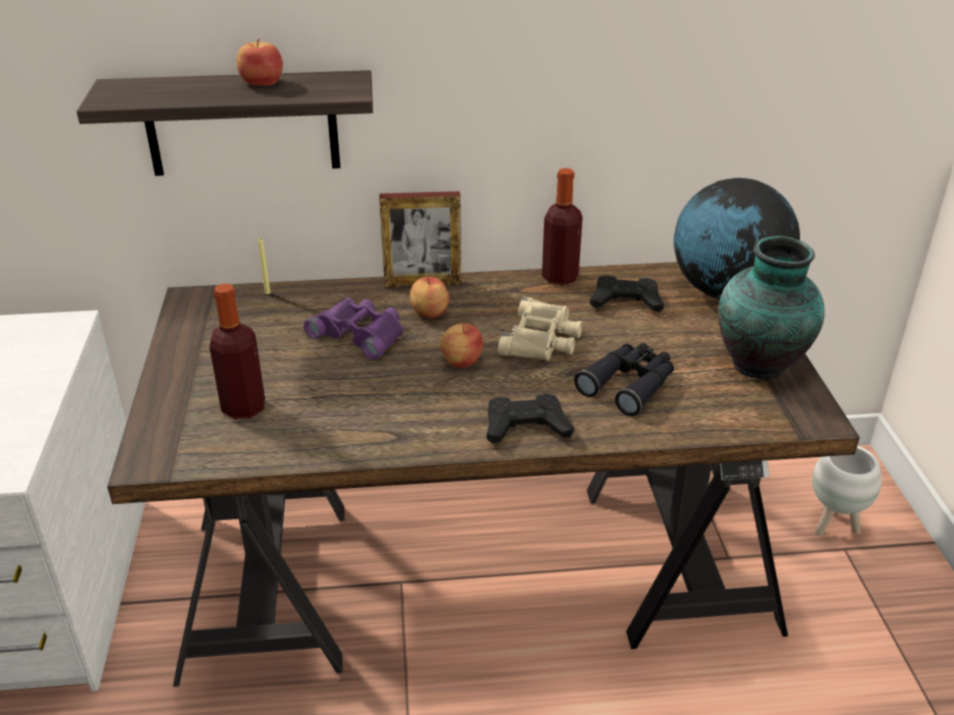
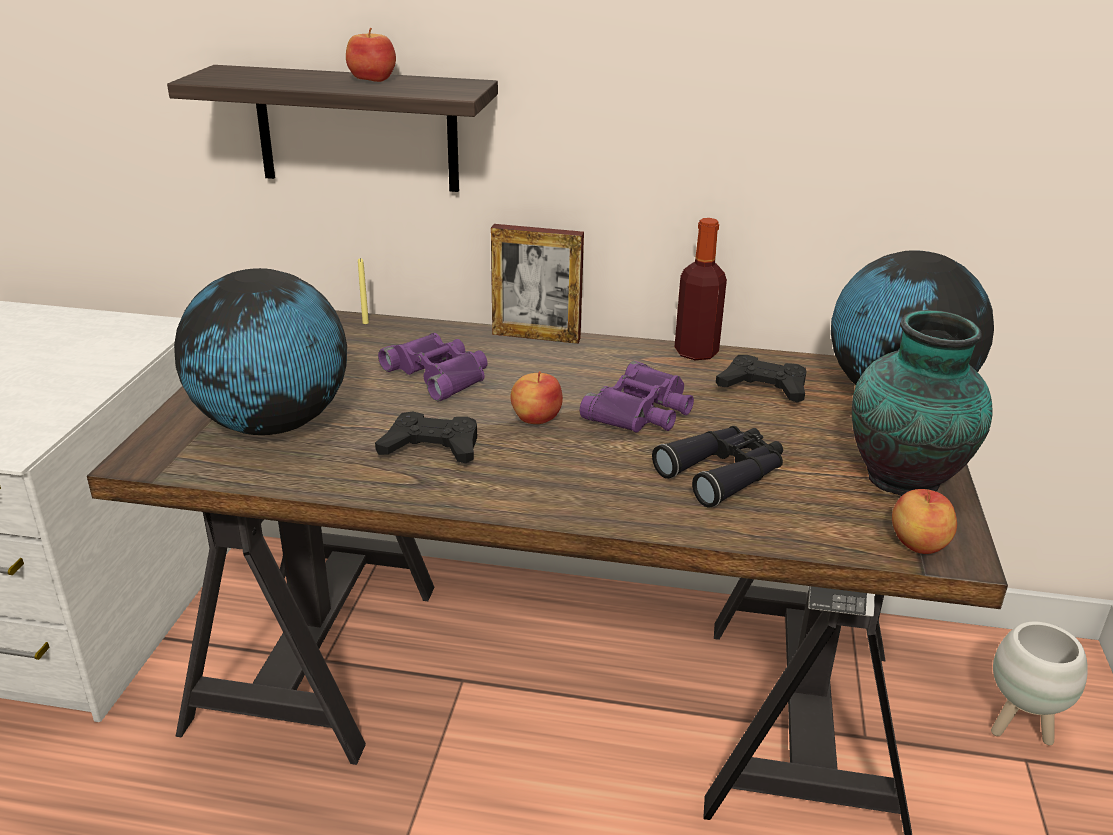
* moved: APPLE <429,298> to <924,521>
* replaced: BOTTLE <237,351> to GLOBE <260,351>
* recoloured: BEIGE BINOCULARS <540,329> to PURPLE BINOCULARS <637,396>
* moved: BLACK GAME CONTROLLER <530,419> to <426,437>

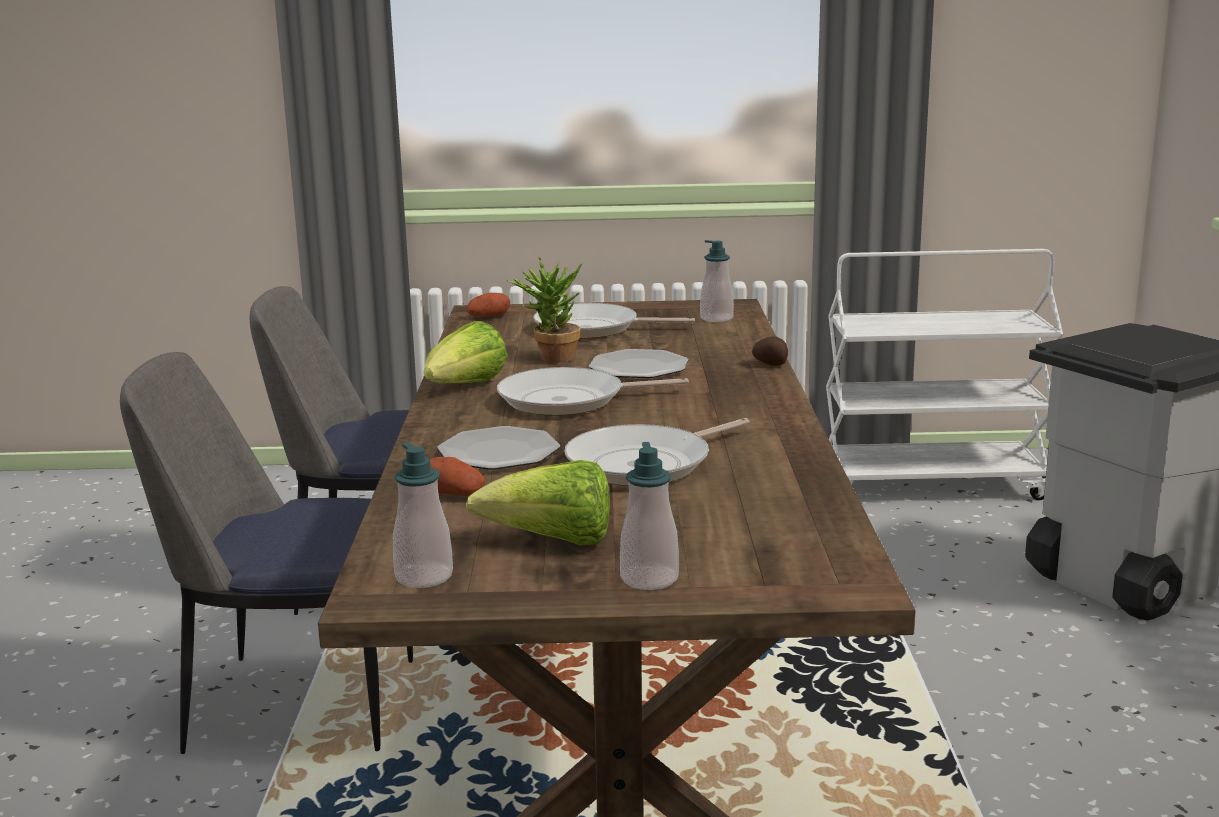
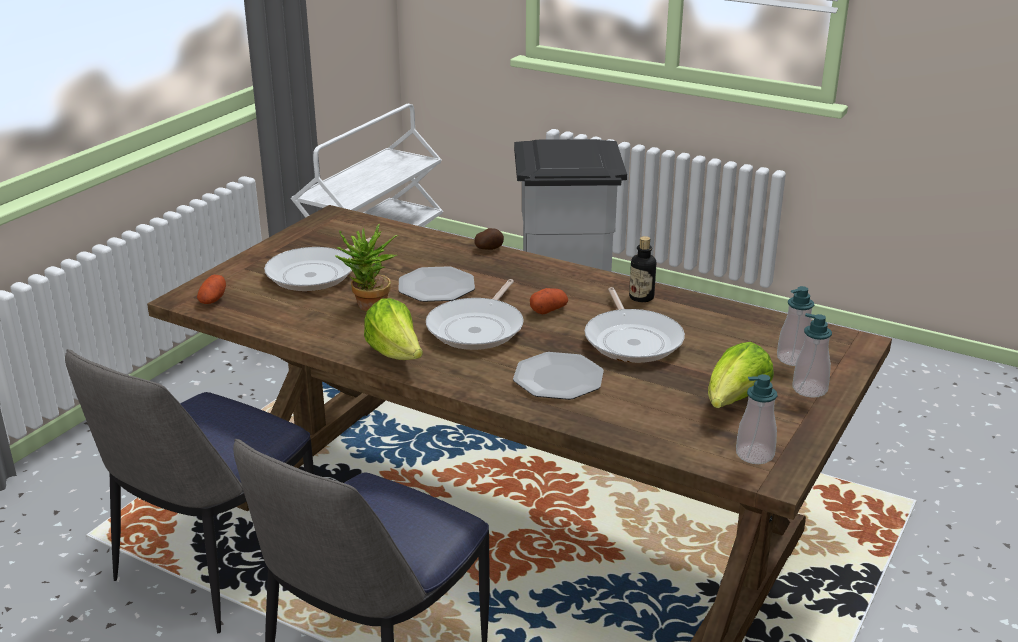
* moved: SOAP DISPENSER <717,281> to <795,326>
* moved: POTATO <457,476> to <549,301>
* added: BOTTLE <642,269>

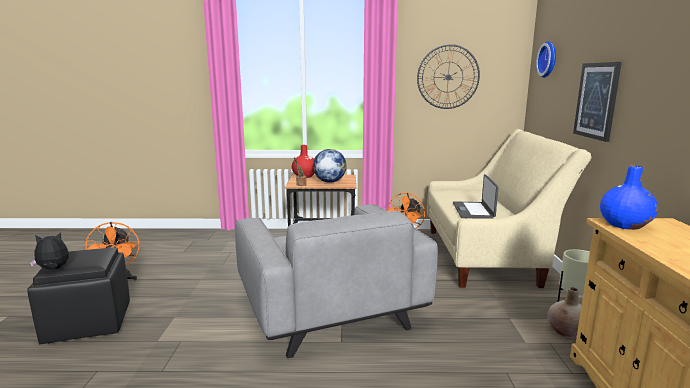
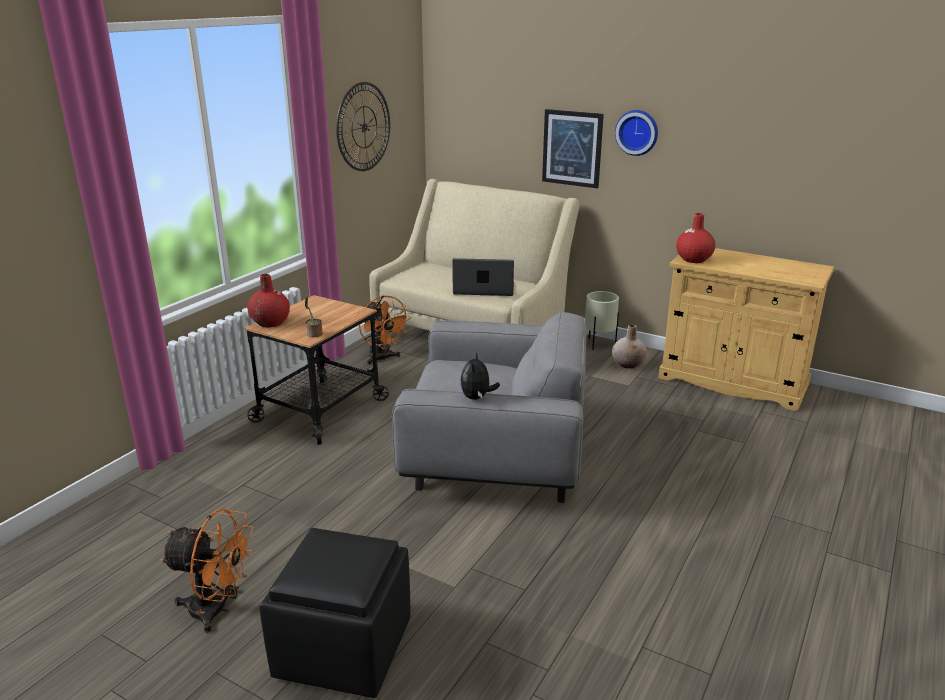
* moved: WALL CLOCK <546,59> to <636,133>
* removed: GLOBE <330,166>
* recoloured: BLUE VASE <629,197> to RED VASE <695,238>
* turned: LAPTOP <476,196> = <483,277> 150 degrees clockwise
* moved: PLUSH TOY <49,251> to <480,376>

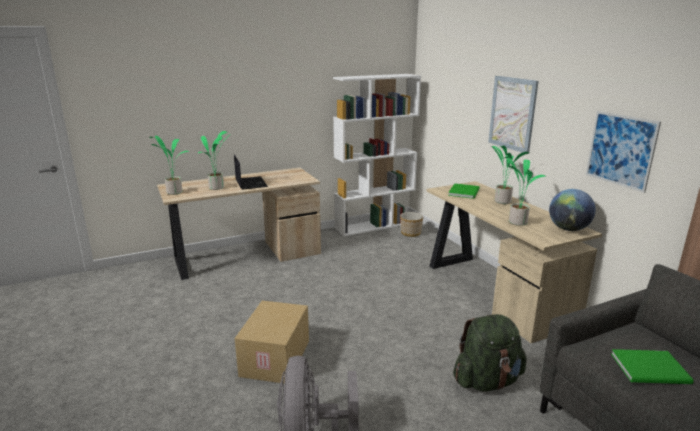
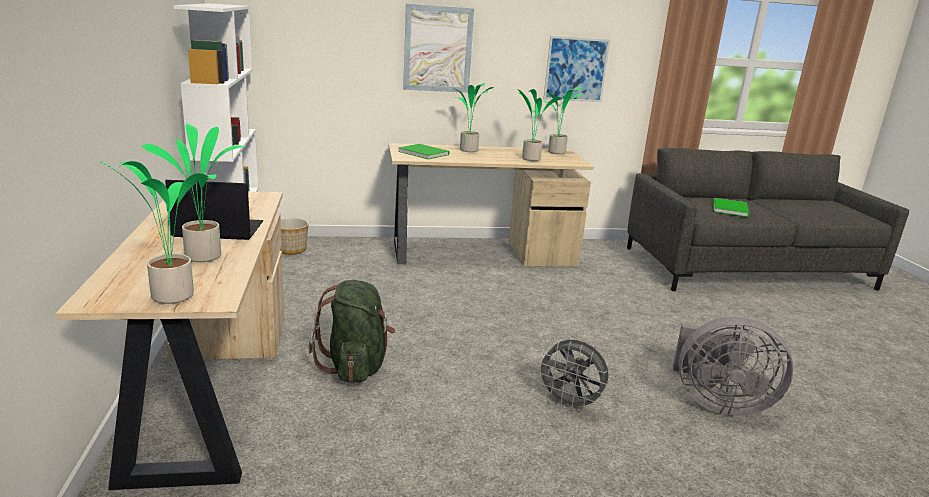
* replaced: GLOBE <572,210> to POTTED PLANT <562,120>
* replaced: CARDBOARD BOX <272,342> to GREY FAN <572,375>
* moved: GREEN BACKPACK <490,352> to <352,331>

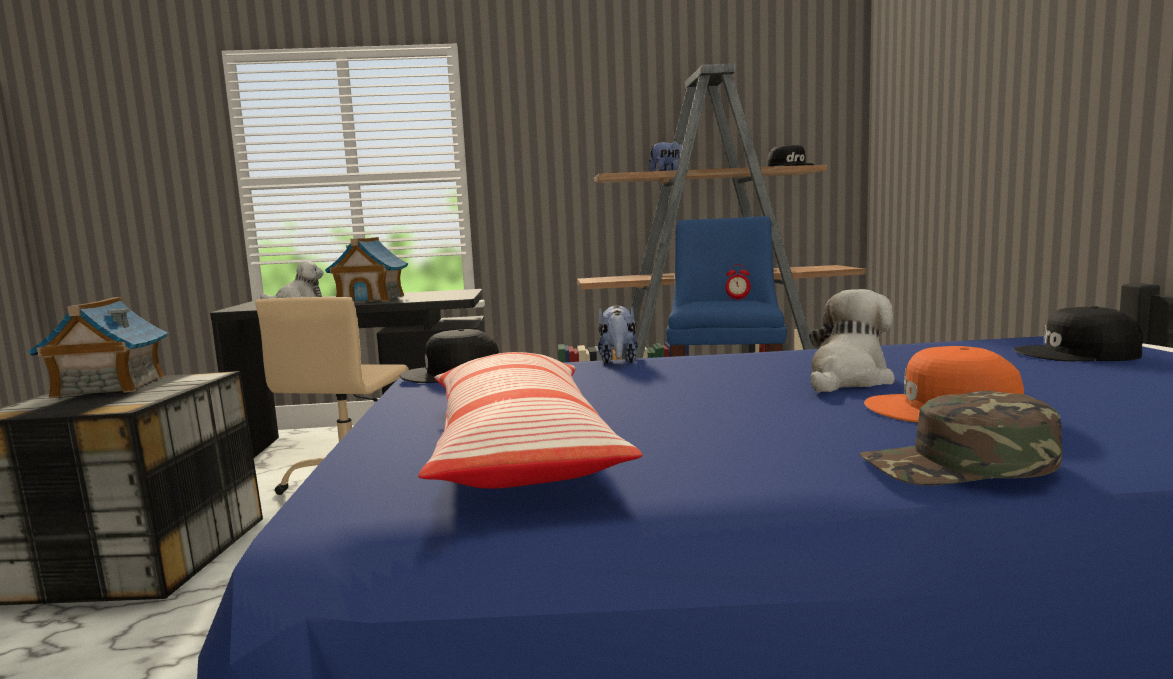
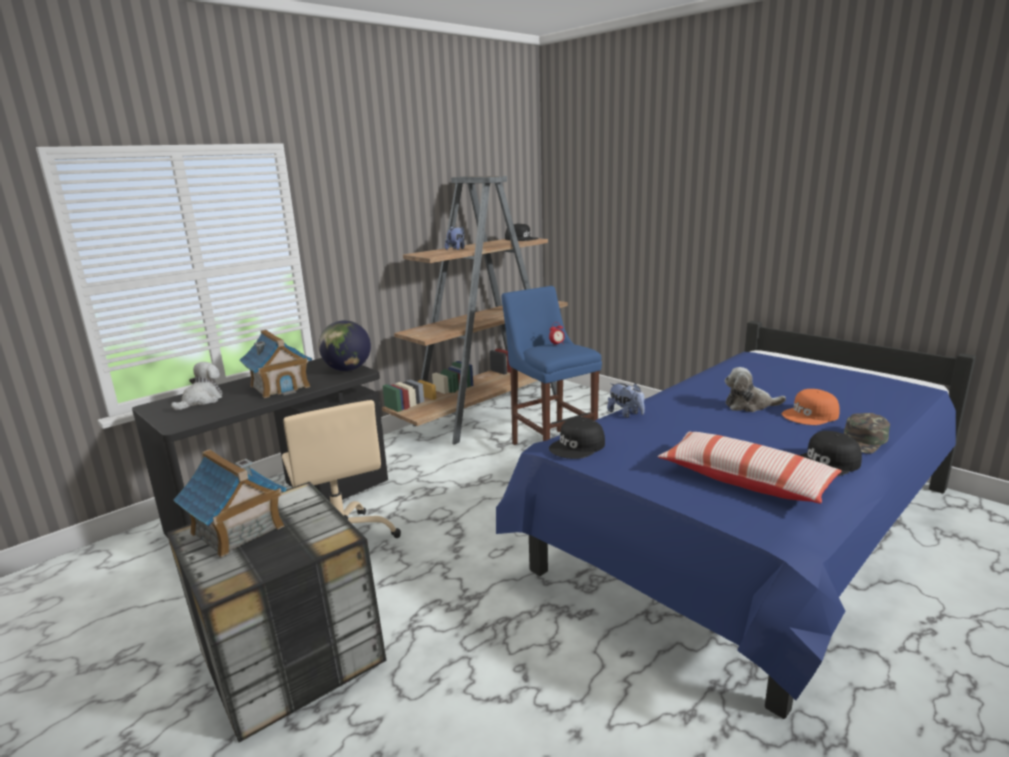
* turned: PLUSH TOY <852,340> = <755,389> 90 degrees counterclockwise
* moved: BLACK CAP <1078,333> to <830,453>
* added: GLOBE <344,345>

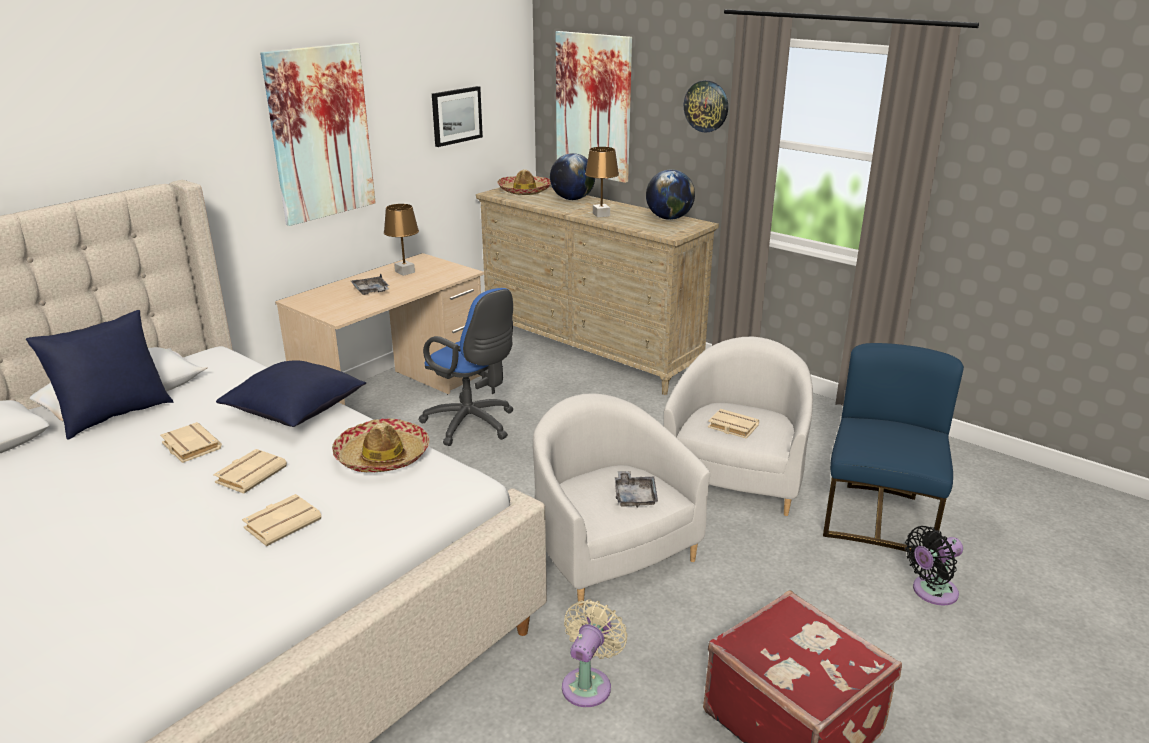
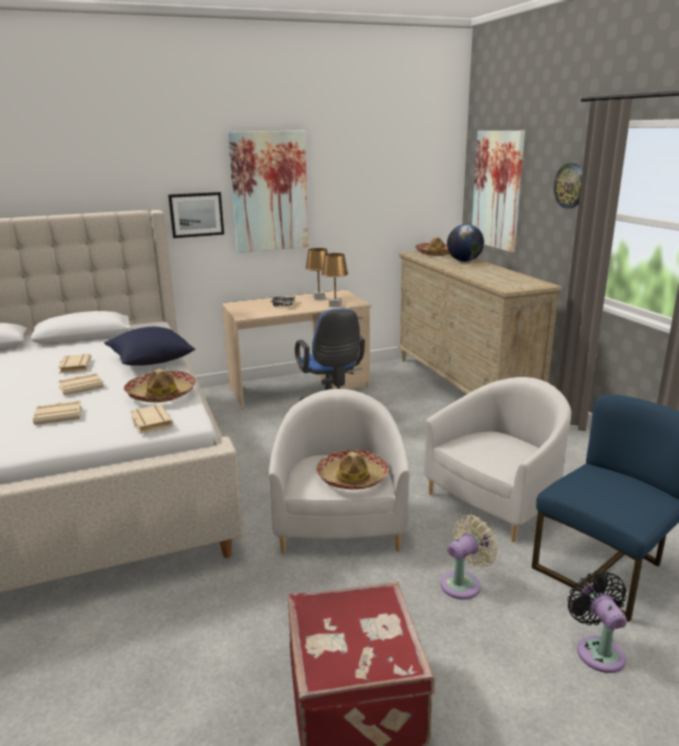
* moved: PICTURE <457,116> to <196,215>
* moved: BROWN TABLE LAMP <602,182> to <335,280>
* removed: GLOBE <670,195>
* removed: BLUE PILLOW <100,374>
* moved: BEIGE BOOK <733,424> to <151,419>
* replaced: GREY TRAY <636,489> to HAT <352,469>
* turned: BLACK FAN <934,565> = <597,622> 75 degrees clockwise
* moved: BEIGE FAN <595,653> to <469,557>

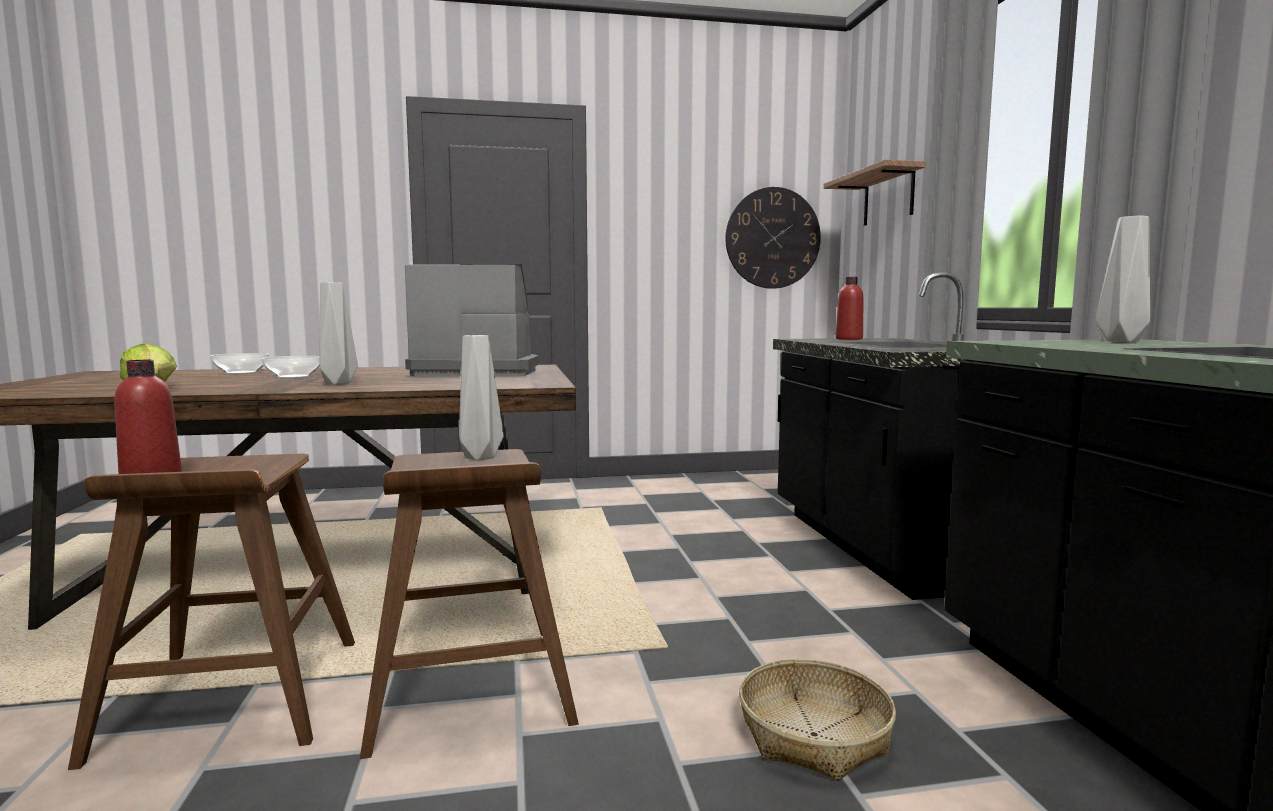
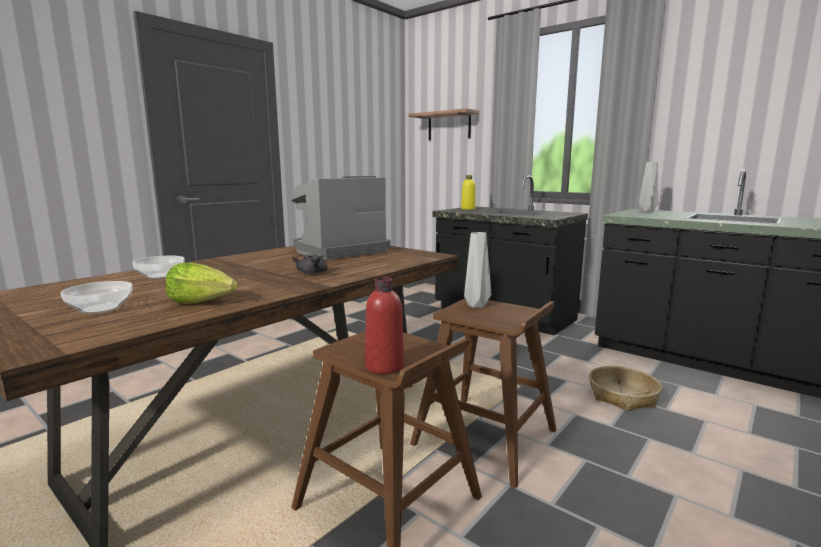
* removed: WALL CLOCK <773,238>
* recoloured: RED BOTTLE <849,308> to YELLOW BOTTLE <468,192>
* replaced: GREY VASE <338,333> to GREY TEAPOT <310,264>
* moved: BOWL <291,367> to <97,297>

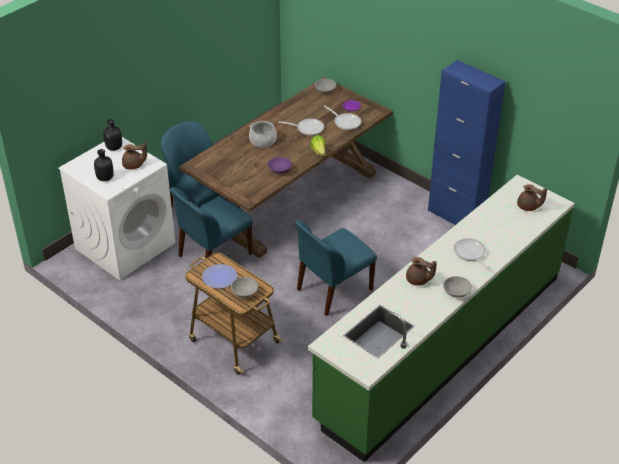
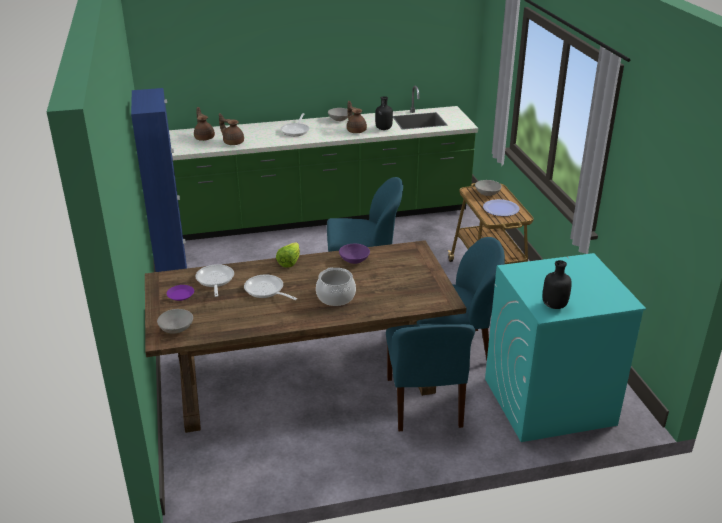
* recoloured: WHITE WASHING MACHINE <116,208> to TURQUOISE WASHING MACHINE <565,347>
* moved: BROWN TEAPOT <134,156> to <231,129>
* moved: BLACK BOTTLE <104,165> to <384,113>

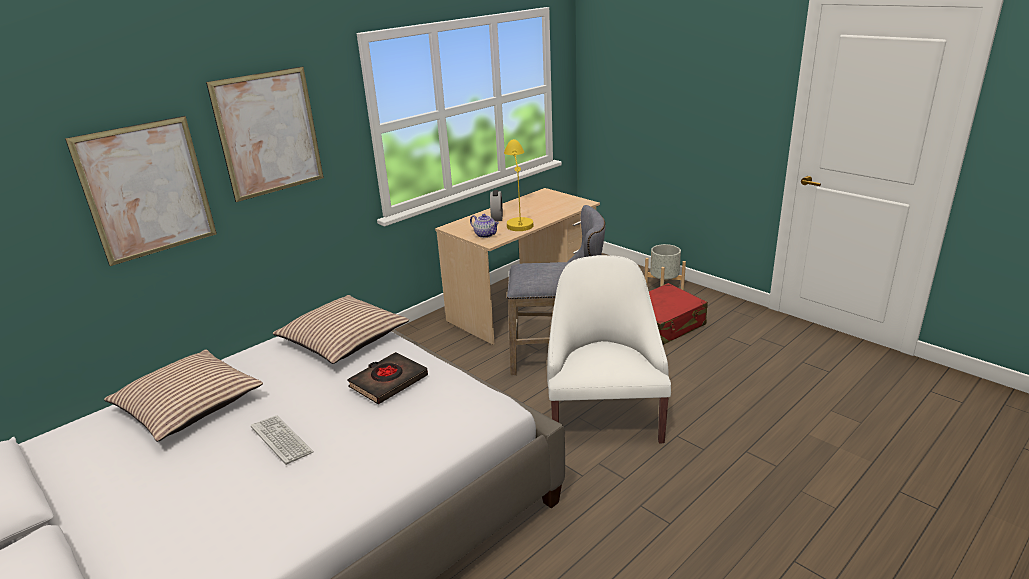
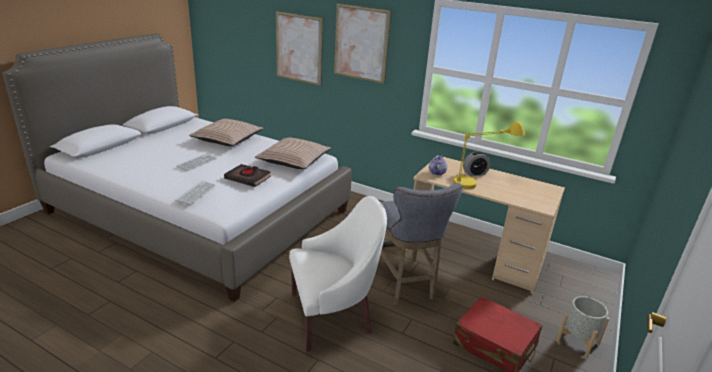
* added: KEYBOARD <195,193>

